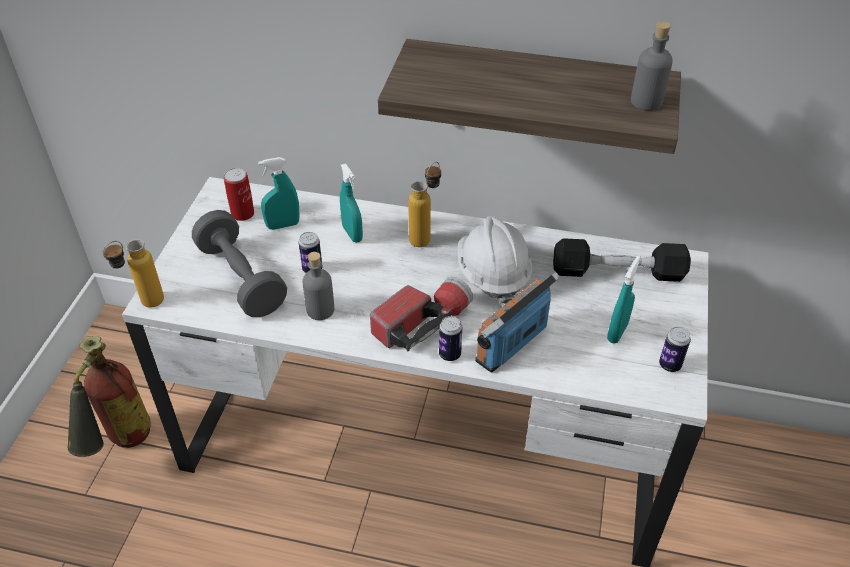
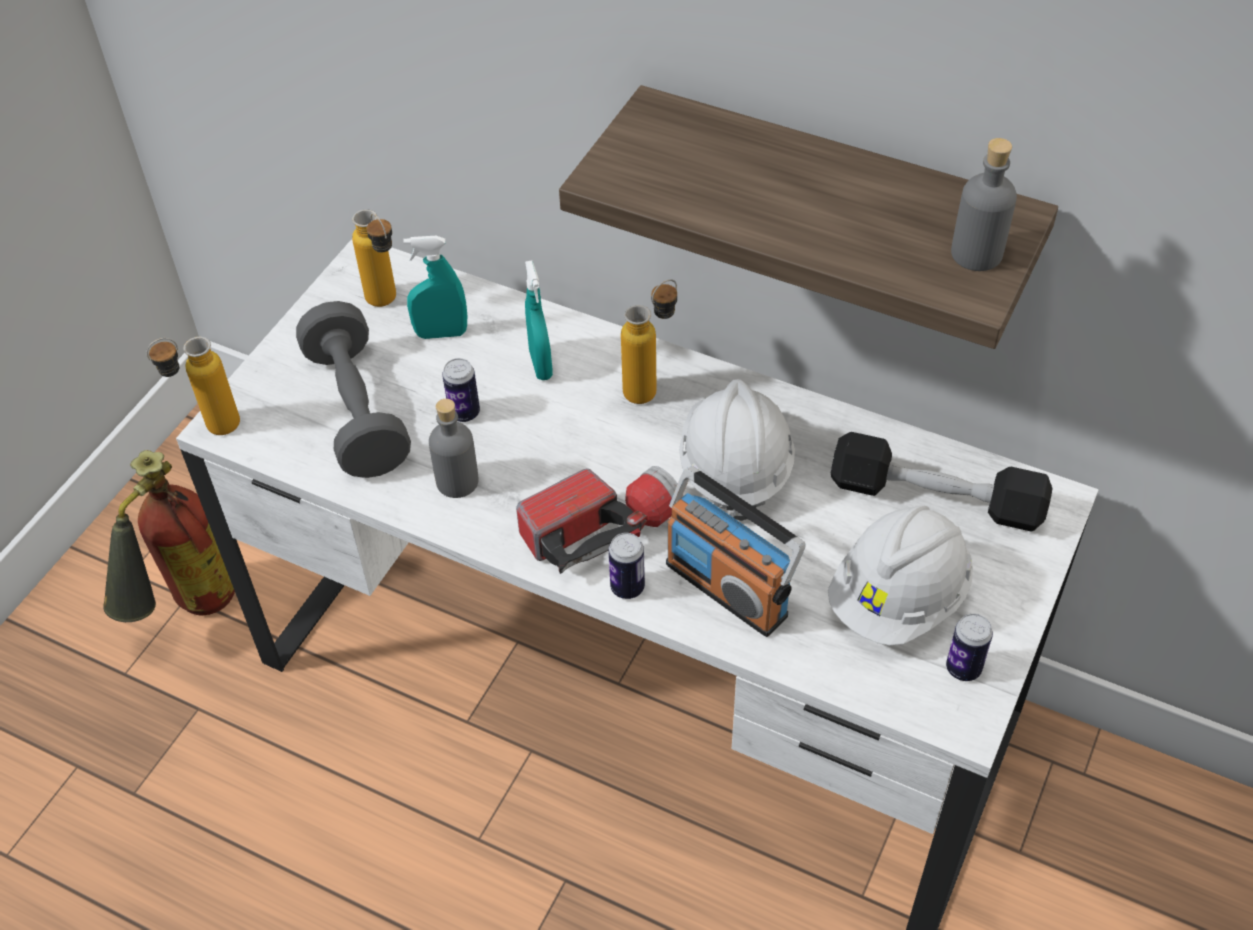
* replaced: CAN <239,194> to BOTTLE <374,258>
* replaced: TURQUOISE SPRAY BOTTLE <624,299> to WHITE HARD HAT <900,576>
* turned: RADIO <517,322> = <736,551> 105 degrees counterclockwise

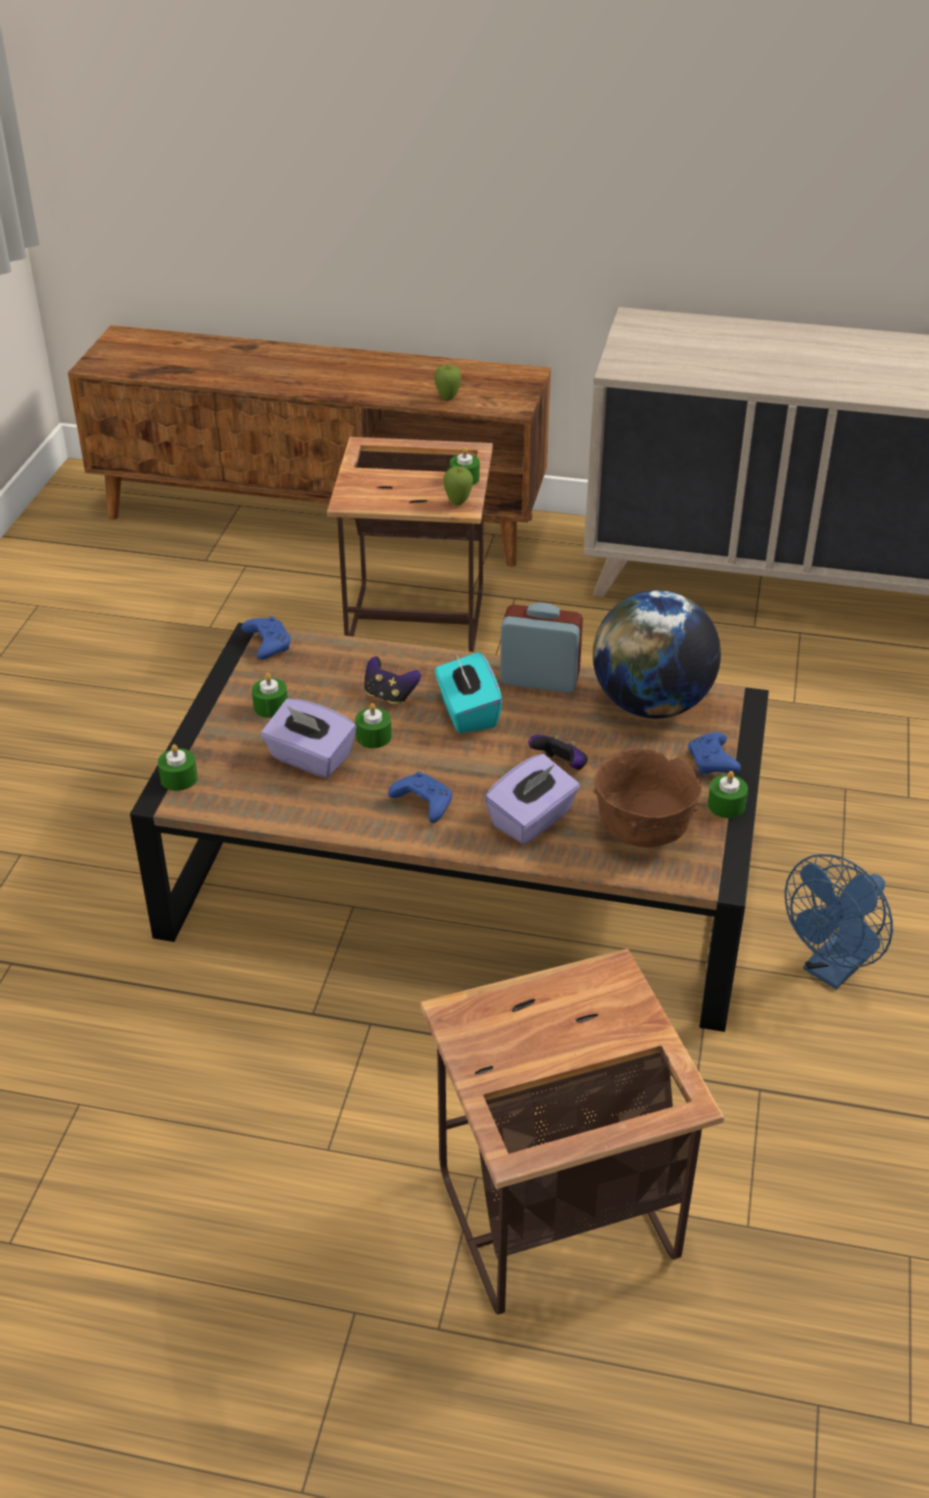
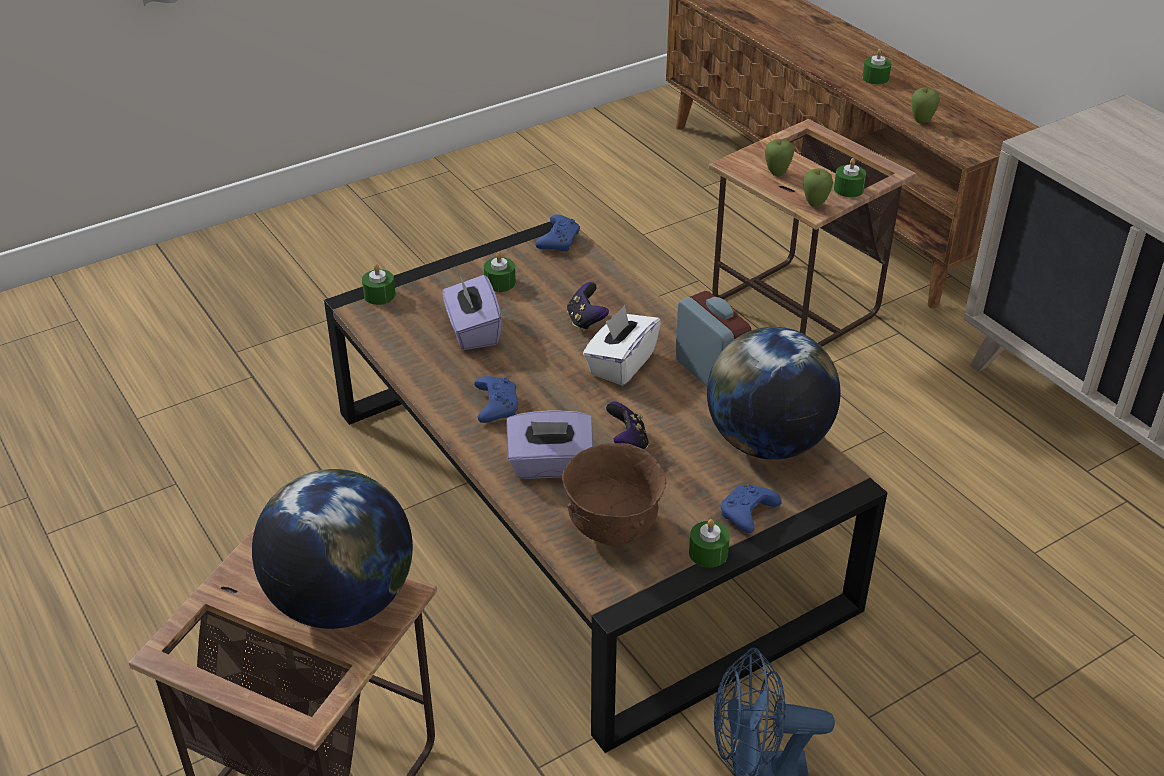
* recoloured: TURQUOISE TISSUE BOX <469,692> to WHITE TISSUE BOX <622,345>
* moved: GREEN CANDLE <373,725> to <877,67>
* added: APPLE <779,157>
* added: GLOBE <332,549>

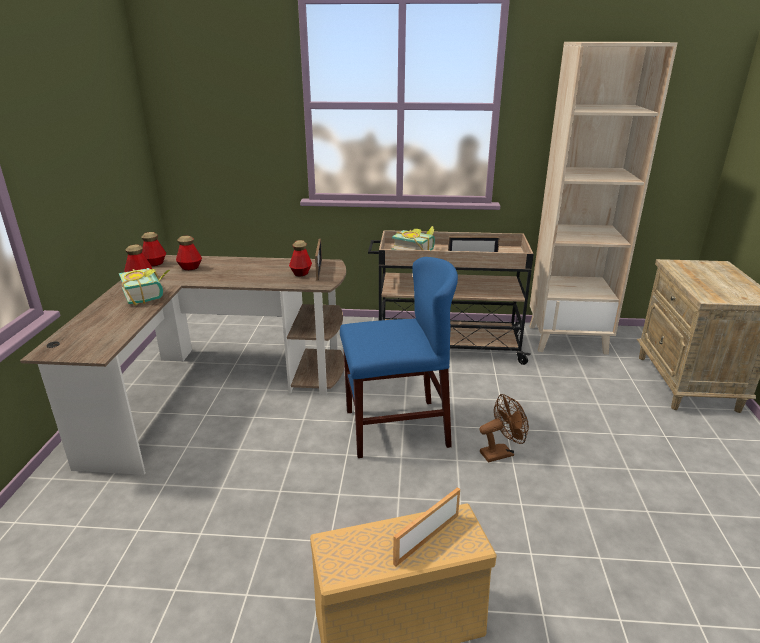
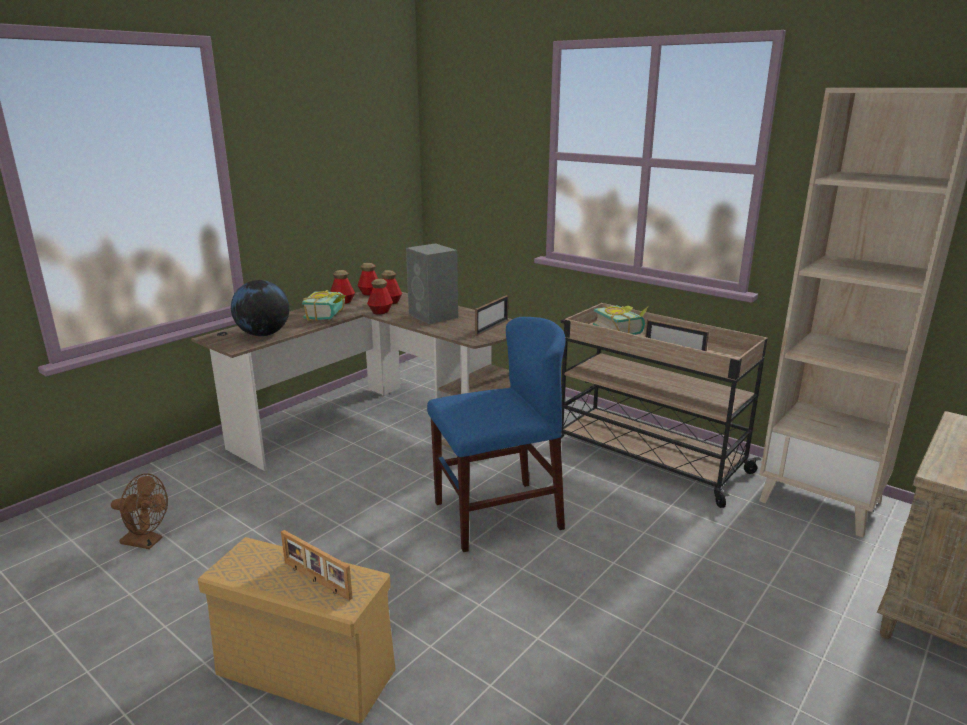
* moved: BOTTLE <300,258> to <380,297>
* turned: BLUE CHAIR <399,357> = <496,434> 45 degrees counterclockwise
* moved: BROWN FAN <504,428> to <139,511>
* turned: PICTURE FRAME <426,526> = <316,565> 135 degrees counterclockwise
* added: GREY SPEAKER <432,283>
* added: GLOBE <260,308>

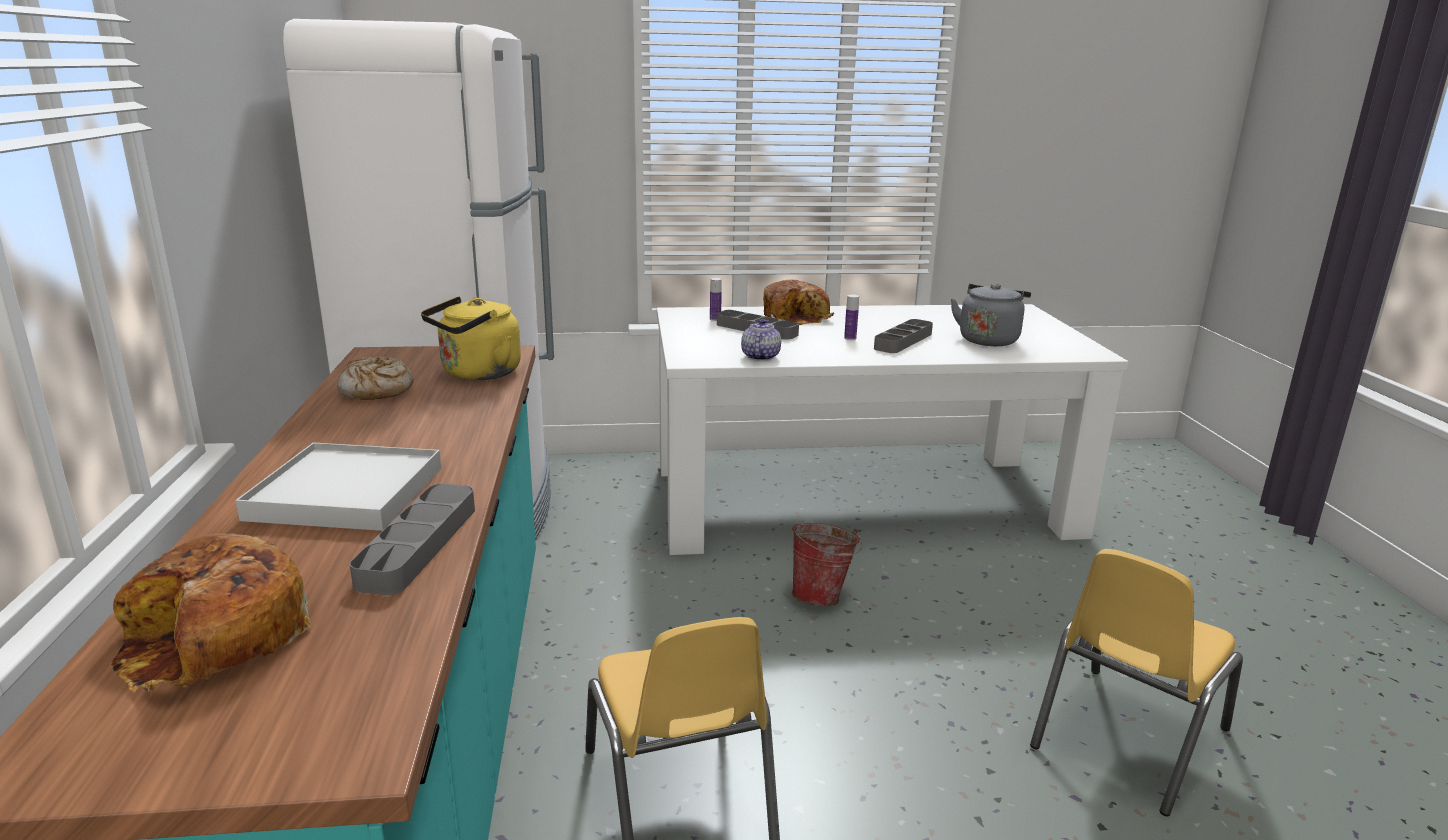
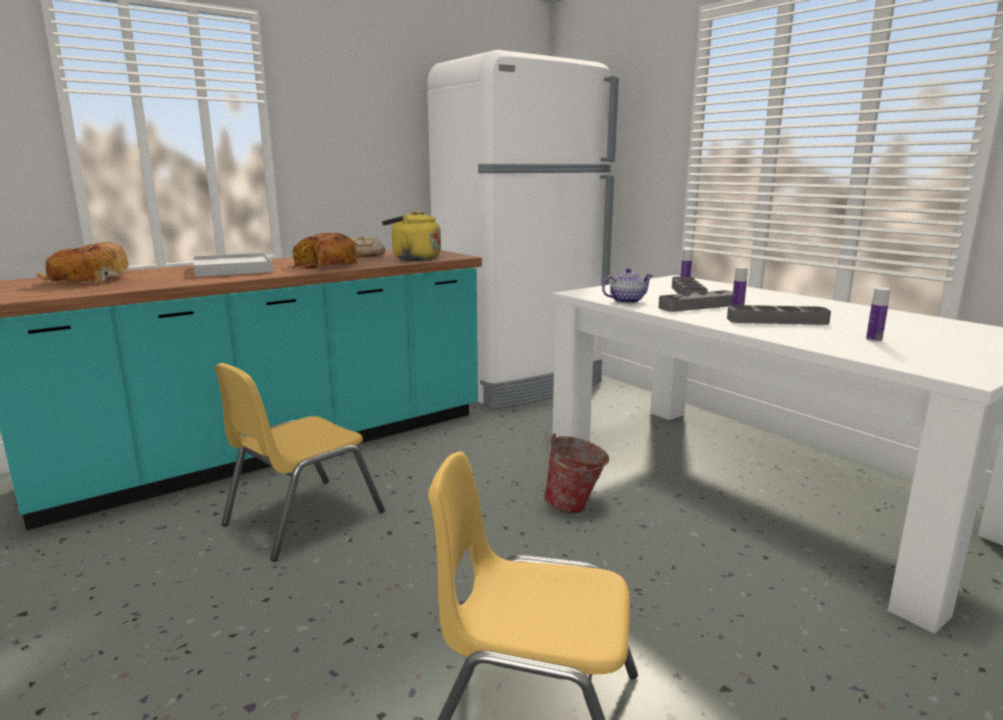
* moved: BREAD <798,302> to <325,251>
* replaced: GREY KETTLE <991,315> to BOTTLE <878,315>
* moved: GREY TRAY <412,539> to <695,301>

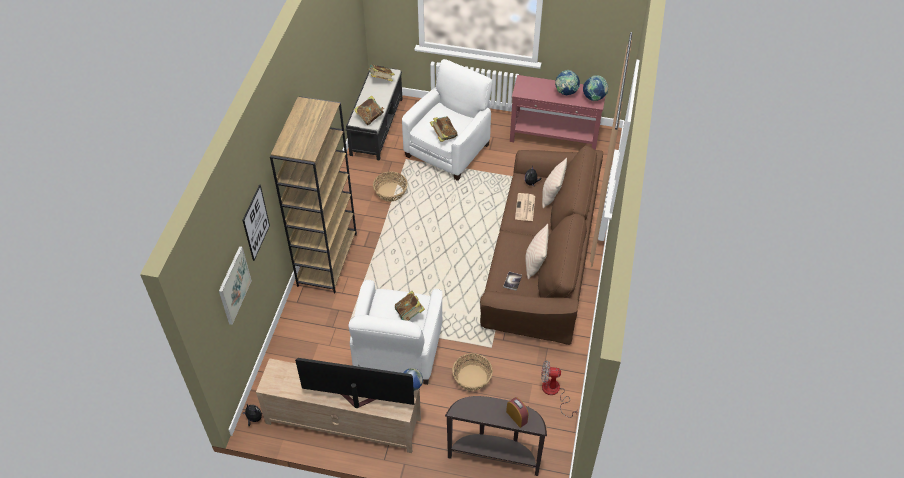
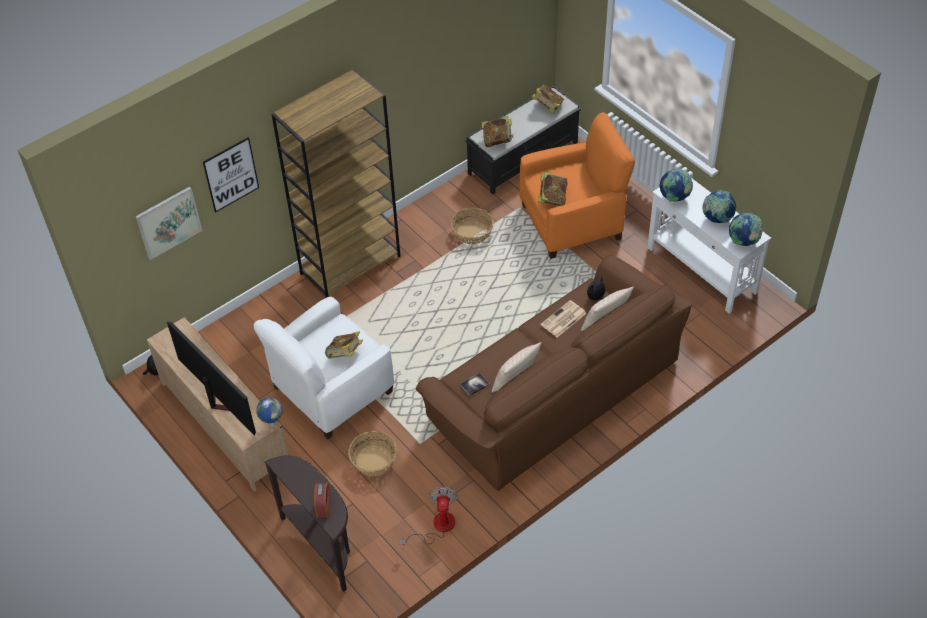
* recoloured: WHITE ARMCHAIR <447,120> to ORANGE ARMCHAIR <577,185>
* recoloured: RED CONSOLE TABLE <558,112> to WHITE CONSOLE TABLE <709,246>
* turned: FAN <559,389> = <428,516> 45 degrees clockwise
* added: GLOBE <676,185>

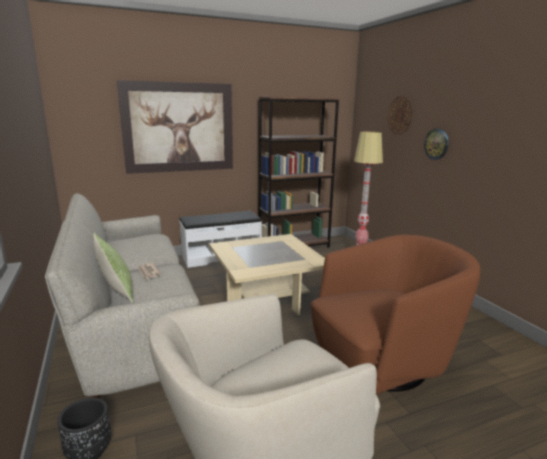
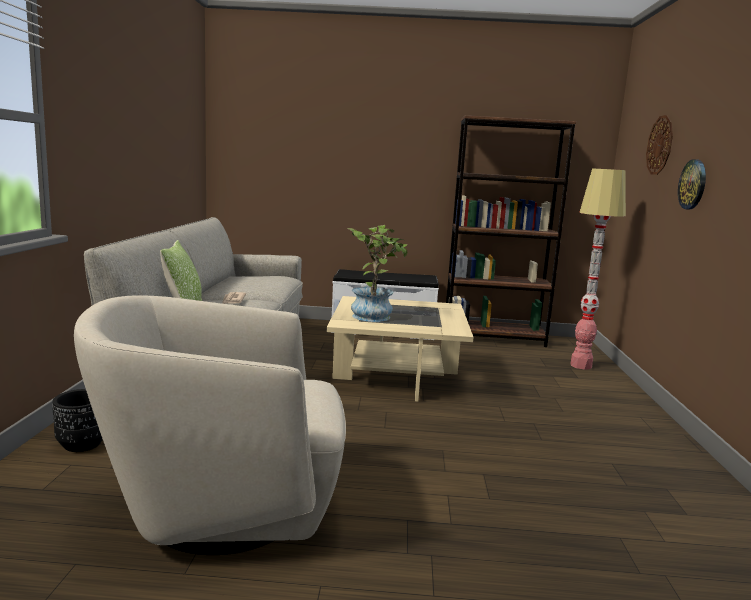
* removed: PICTURE <175,127>
* removed: BROWN ARMCHAIR <395,314>
* added: POTTED PLANT <377,273>

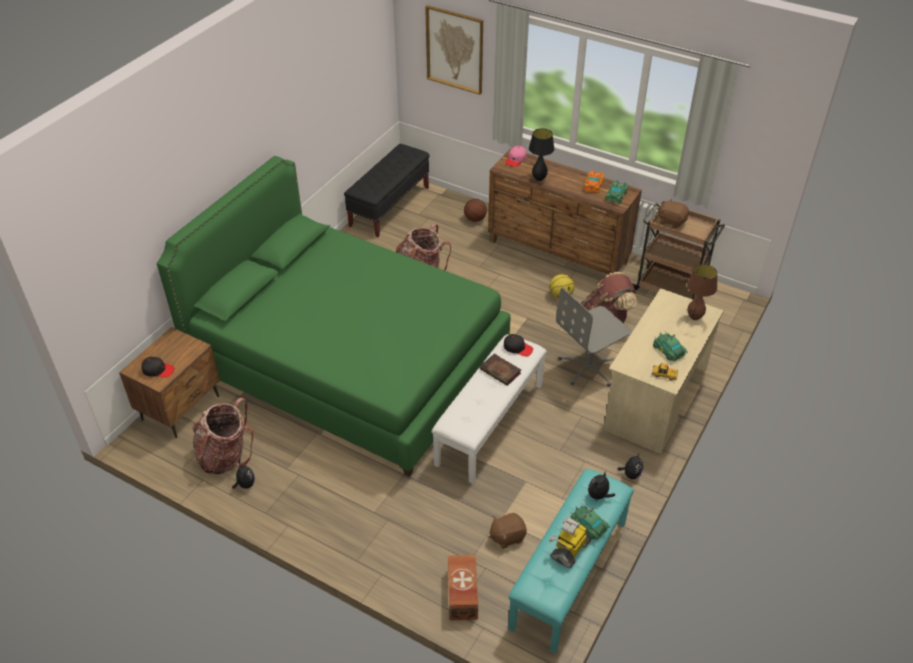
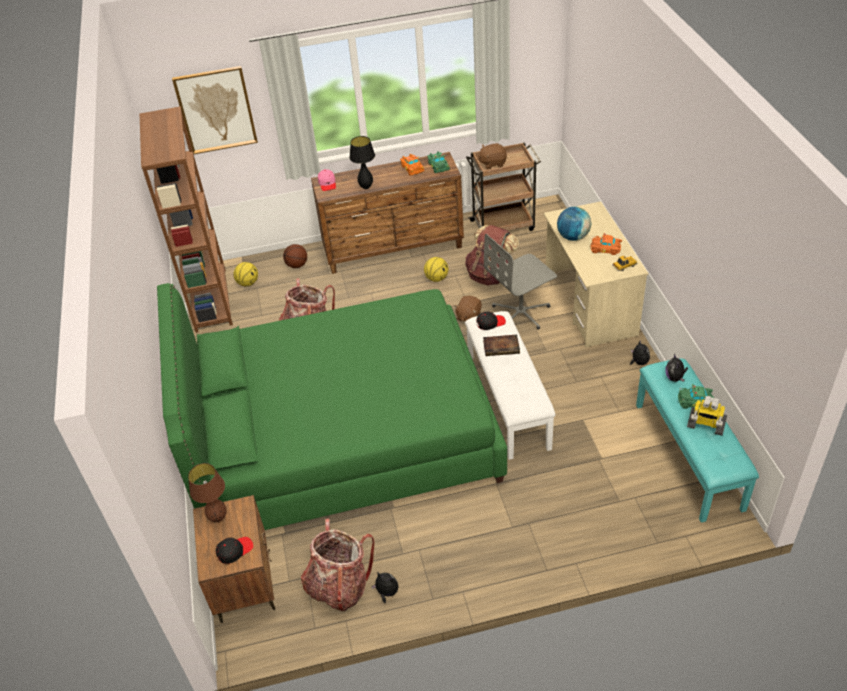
* replaced: BLACK BENCH <387,190> to BROWN BOOKCASE <186,219>
* moved: BROWN TABLE LAMP <702,292> to <207,492>
* turned: GREY OFFICE CHAIR <594,337> = <520,282> 45 degrees clockwise
* recoloured: GREEN TOY CAR <670,346> to ORANGE TOY CAR <606,244>
* moved: BROWN PLUSH TOY <508,531> to <468,308>
* turned: TOY ROBOT <570,542> = <707,416> 60 degrees counterclockwise
* removed: BROWN STORAGE BOX <463,587>
* added: GLOBE <574,224>
* added: BASKETBALL <245,274>

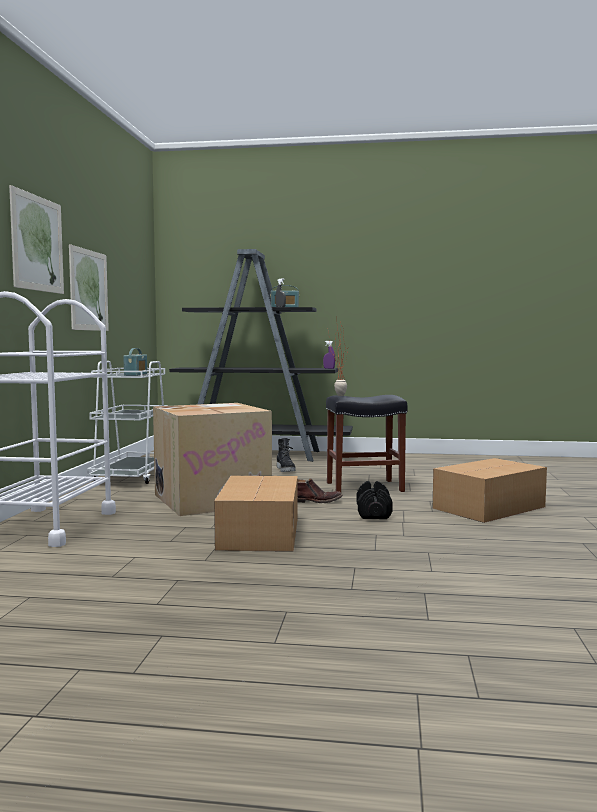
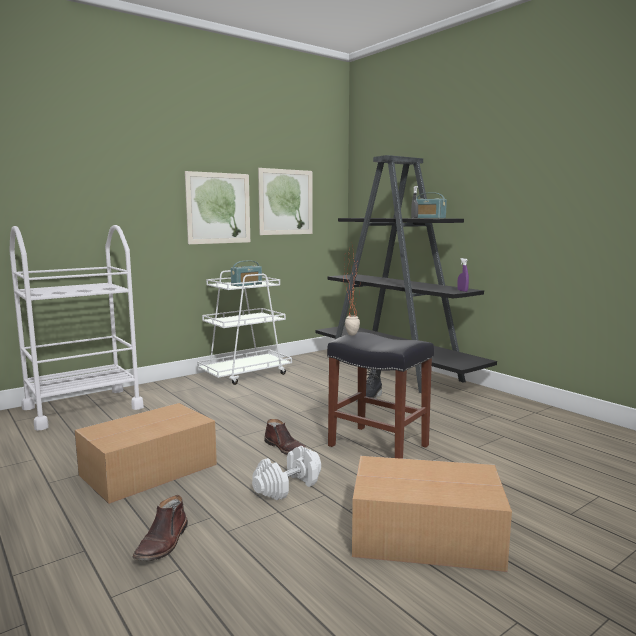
* moved: PICTURE <36,239> to <285,201>
* removed: CARDBOARD BOX <212,459>
* recoloured: BLACK DUMBBELL <375,500> to WHITE DUMBBELL <286,473>
* added: BROWN BOOT <160,528>

